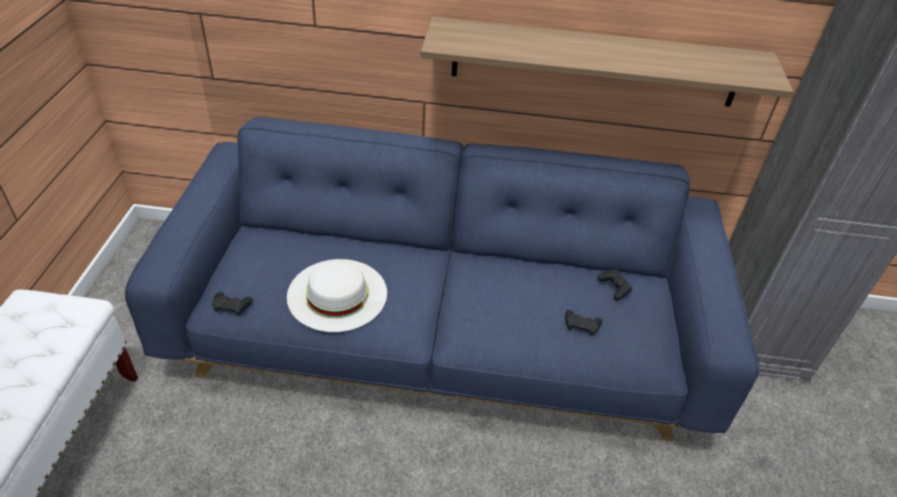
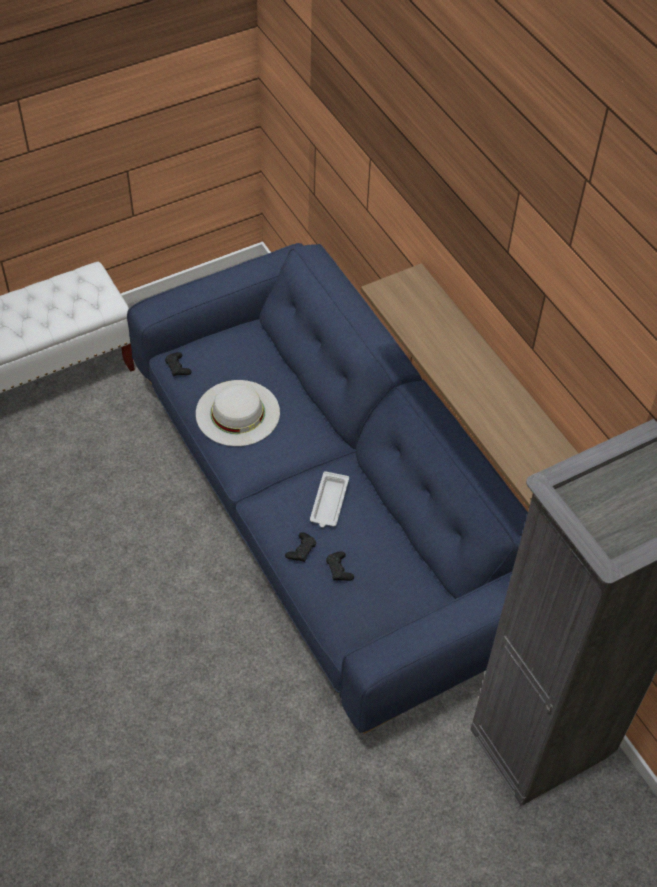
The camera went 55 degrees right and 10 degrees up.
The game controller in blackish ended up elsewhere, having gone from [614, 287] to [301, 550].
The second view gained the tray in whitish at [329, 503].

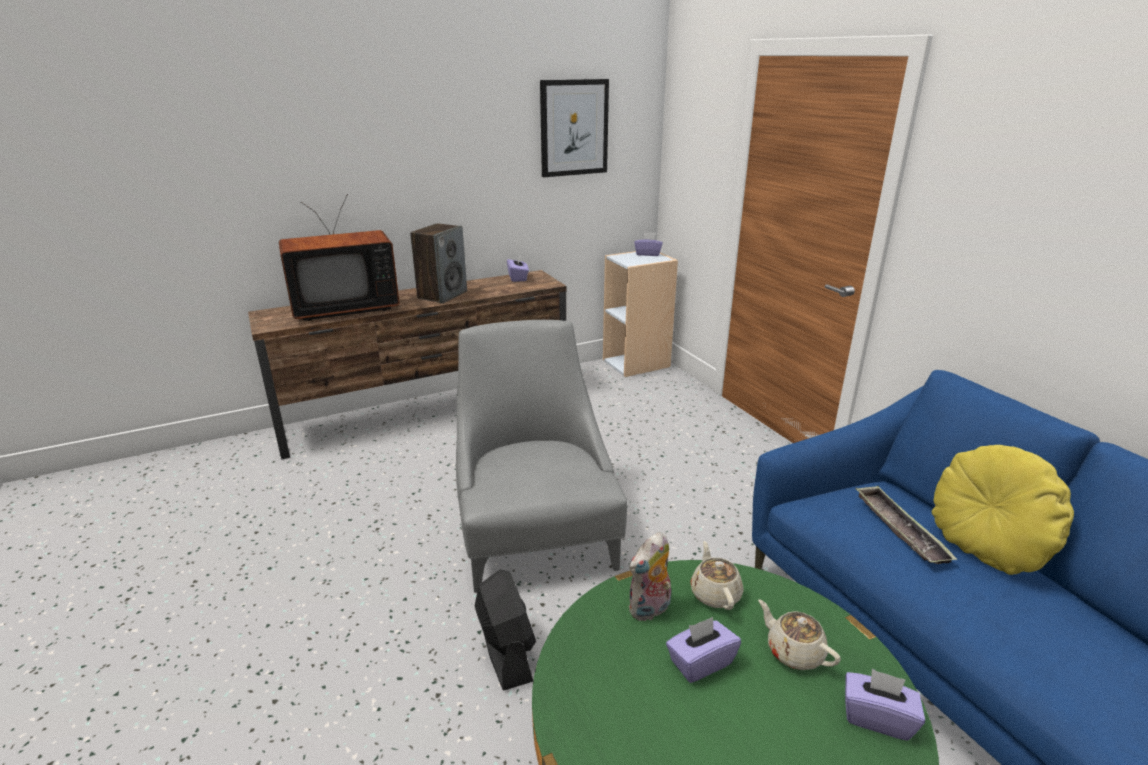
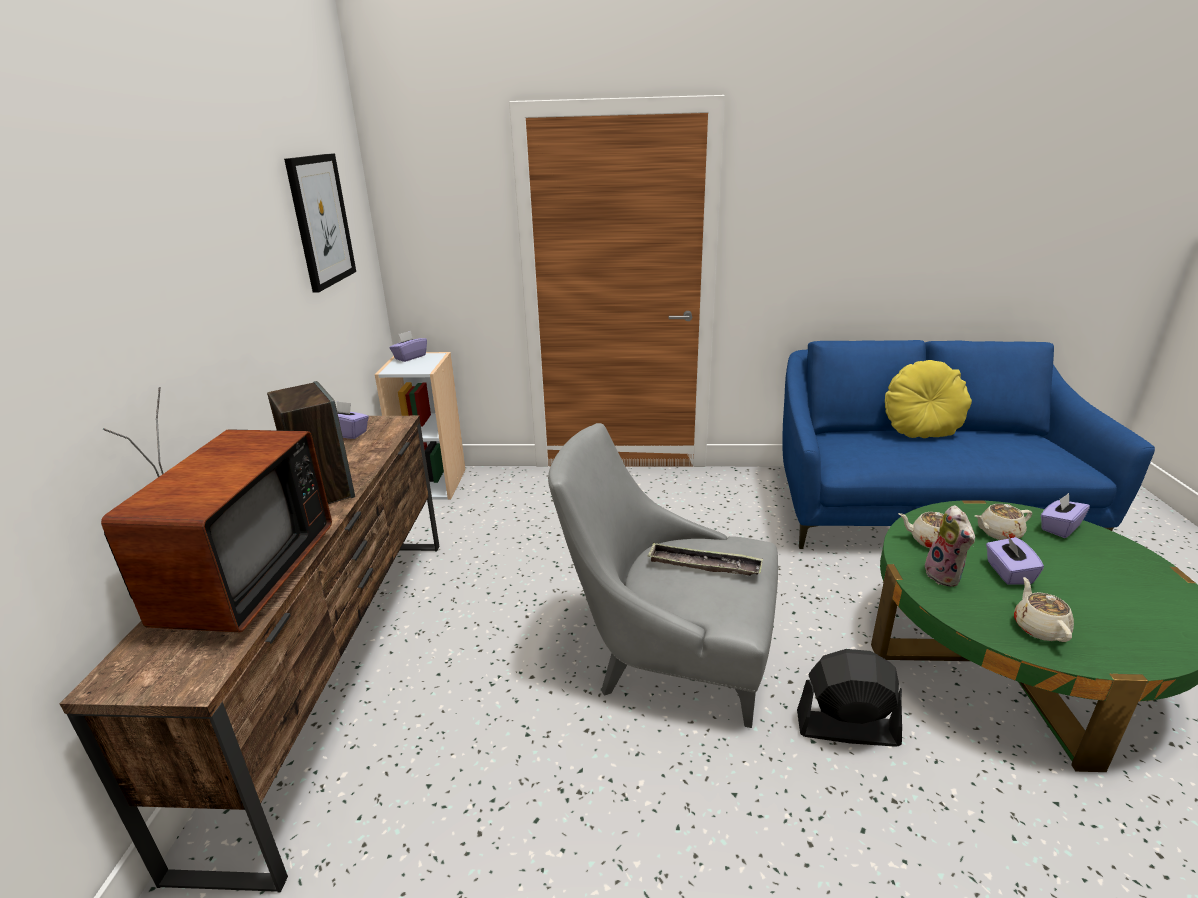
The camera went 60 degrees left and 0 degrees up.
The tray ended up elsewhere, having gone from [900, 529] to [704, 565].
The second view gained the teapot in beige at [1039, 627].

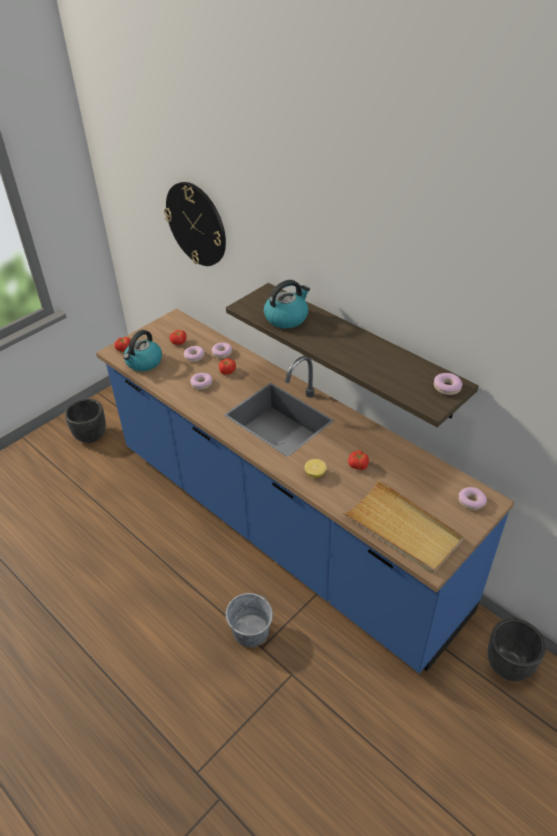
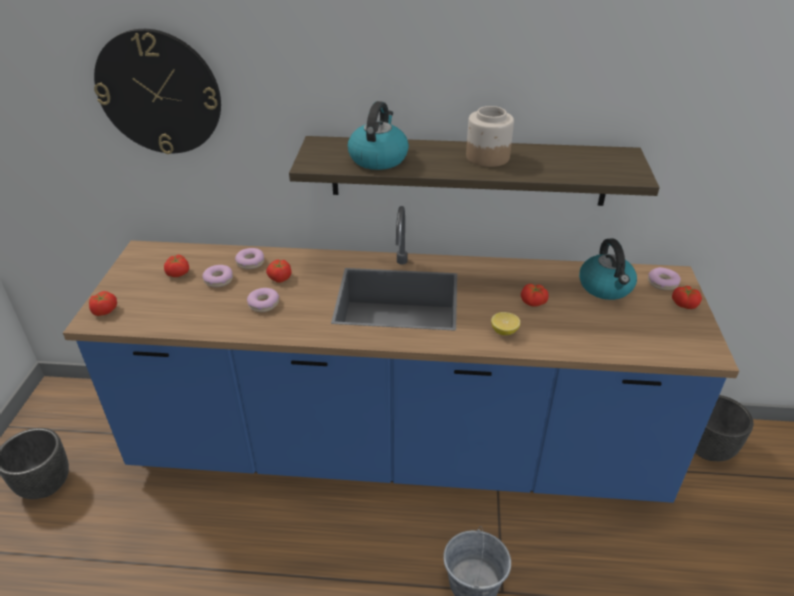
The camera went 40 degrees left and 5 degrees down.
The kettle ended up elsewhere, having gone from [144, 362] to [606, 287].
The second view lost the tray in beige at [402, 529].
The second view lost the doughnut at [447, 387].
The second view gained the preserve jar at [487, 157].
The second view gained the fresh tomato at [684, 304].

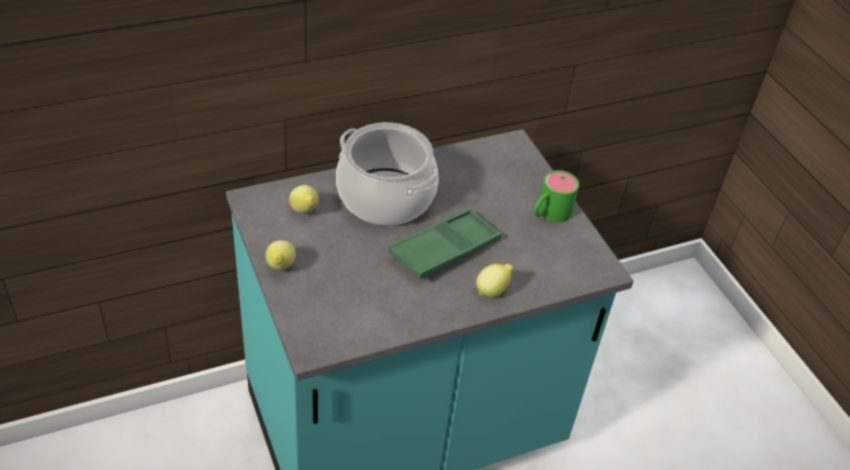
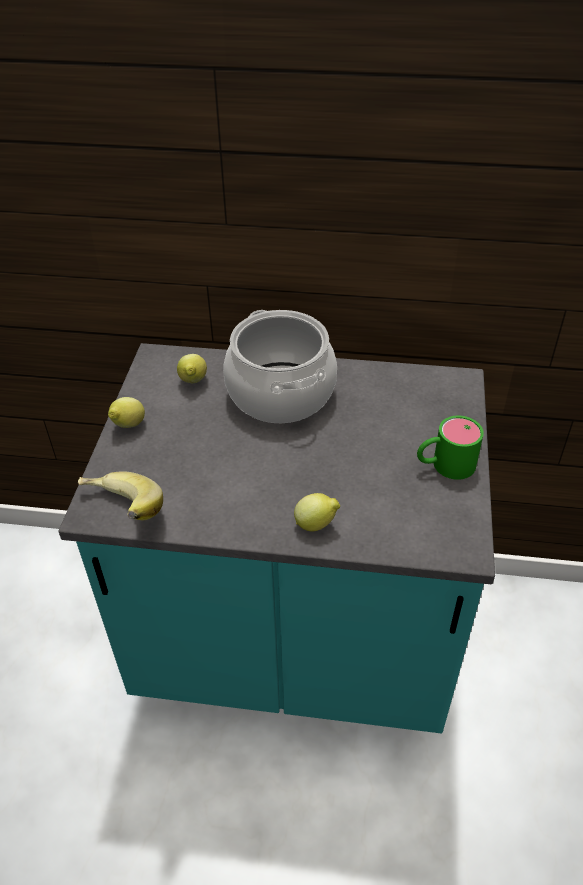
The camera went 35 degrees right and 0 degrees up.
The second view lost the tray in green at [444, 249].
The second view gained the whole banana at [121, 514].

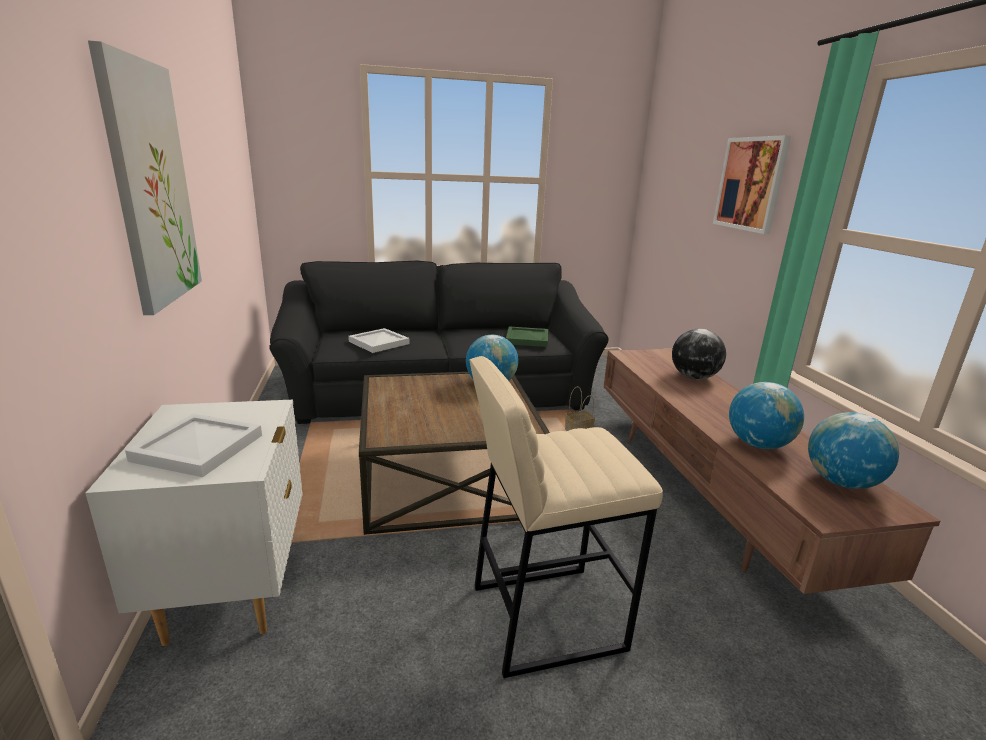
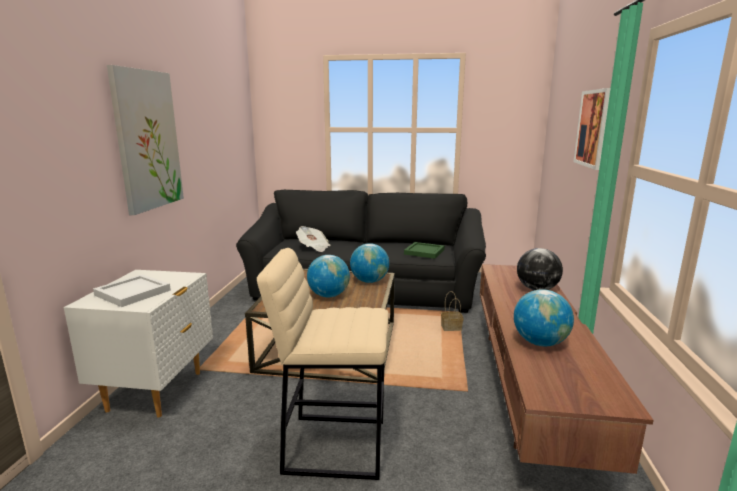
The camera went 20 degrees right and 5 degrees down.
Where the tray in whitish stood at [380, 342], the printed paper came to stand at [313, 247].
The world globe ended up elsewhere, having gone from [841, 482] to [329, 295].

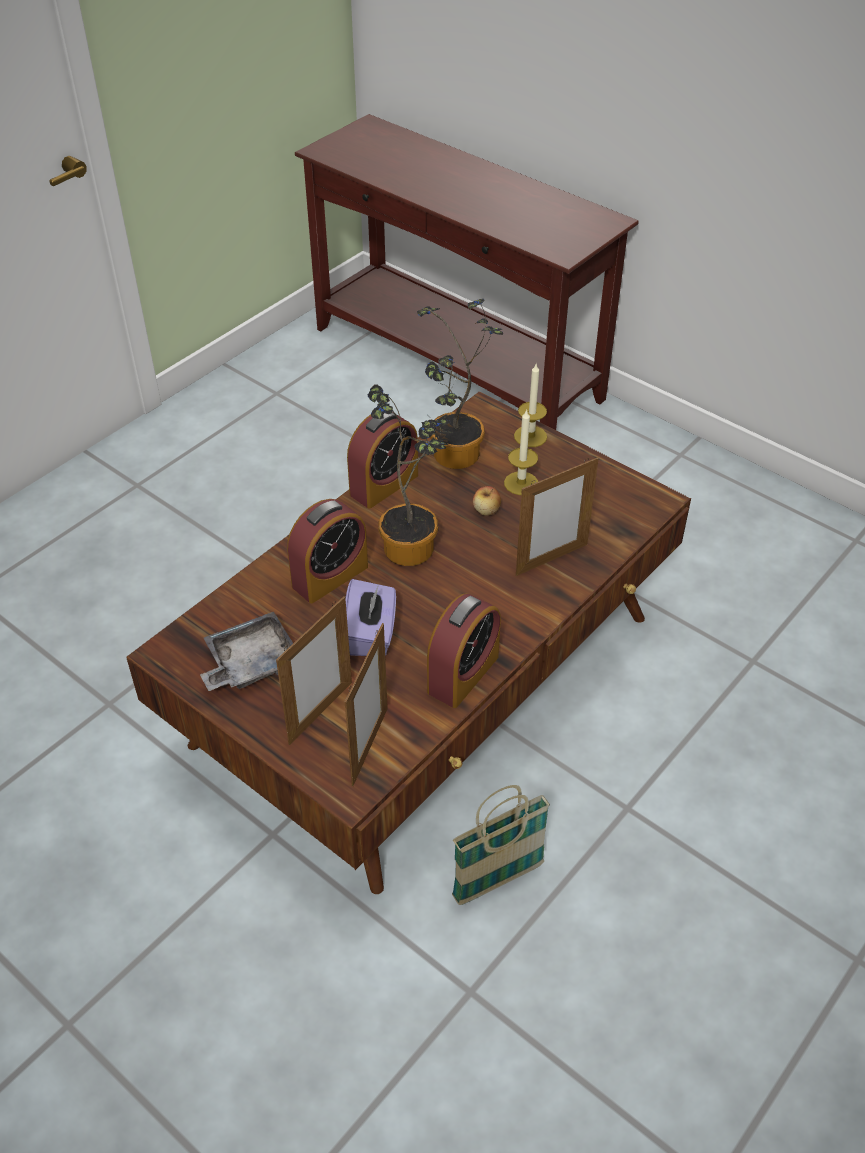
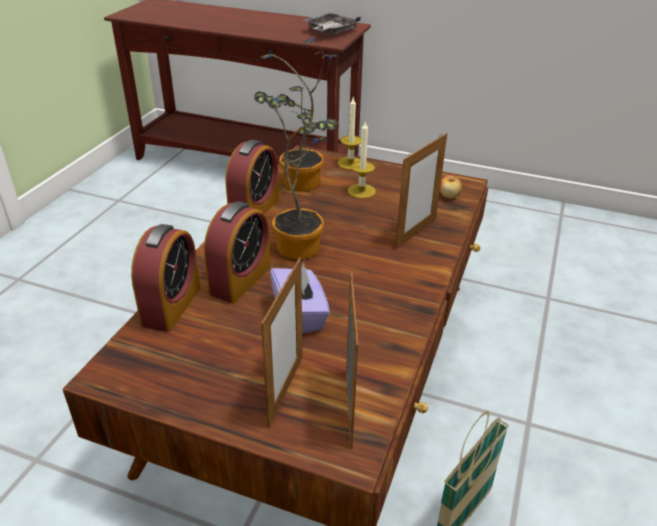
The camera went 20 degrees left and 10 degrees down.
The tray in greyish ended up elsewhere, having gone from [250, 663] to [330, 32].
The bedside clock ended up elsewhere, having gone from [463, 674] to [171, 306].
The whole apple ended up elsewhere, having gone from [486, 510] to [449, 196].

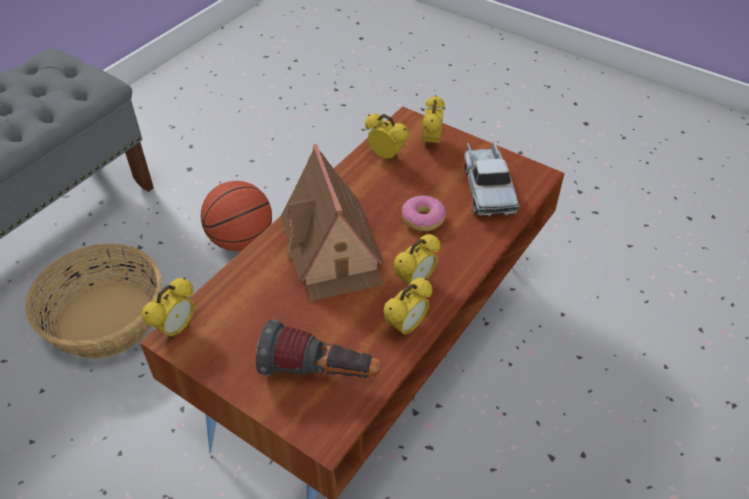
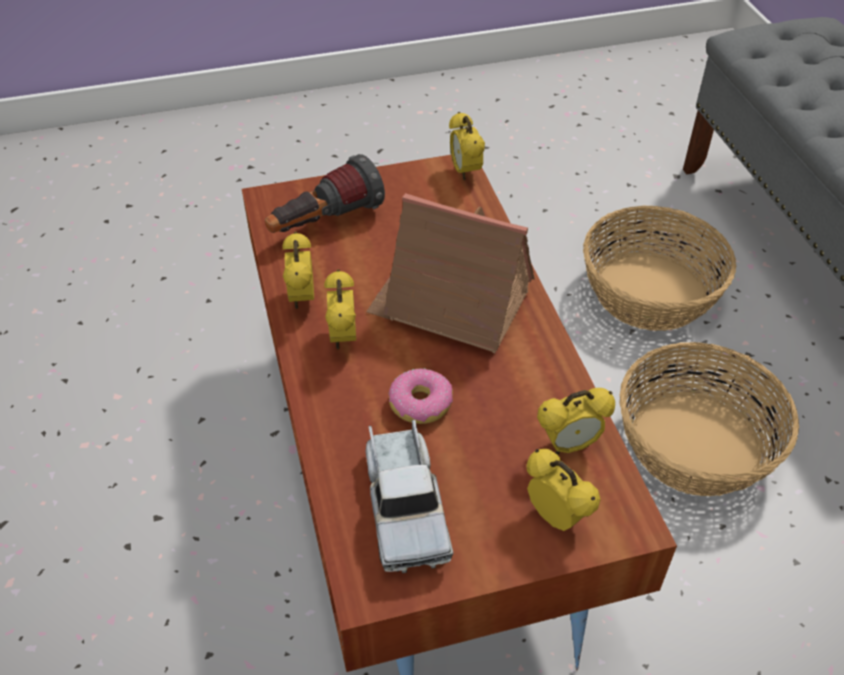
The camera went 130 degrees right and 0 degrees up.
Where the basketball stood at [241, 240], the basket came to stand at [694, 445].
The toy truck at [487, 188] ended up facing another way, 135 degrees counterclockwise from before.

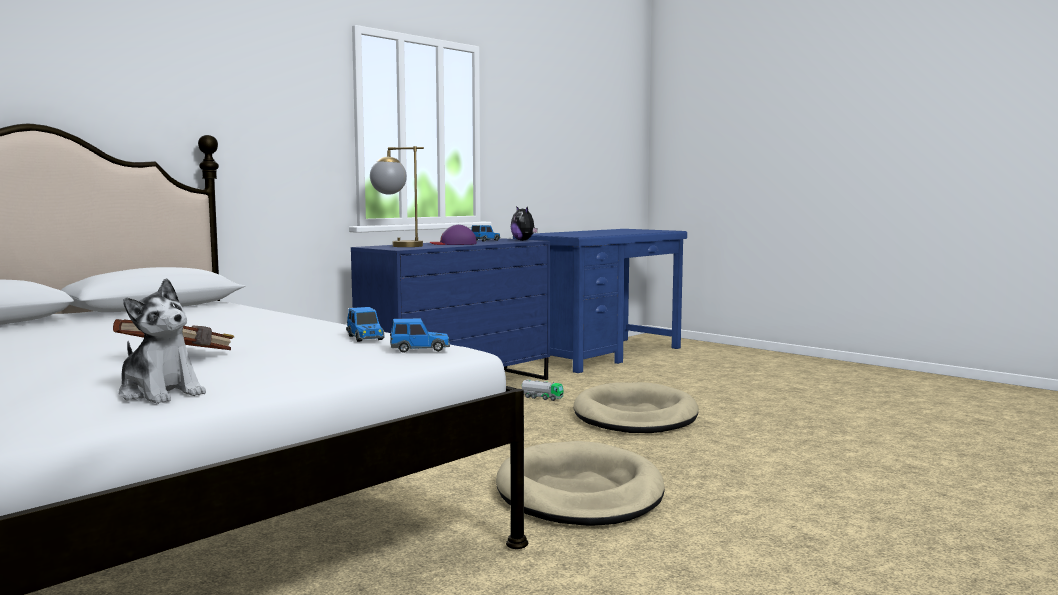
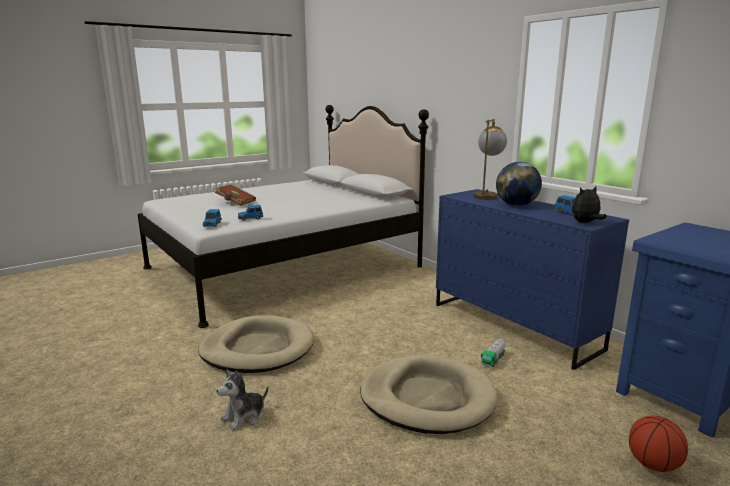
The camera went 100 degrees right and 10 degrees up.
The plush toy ended up elsewhere, having gone from [160, 393] to [244, 417].
Where the cap in purple stood at [454, 244], the world globe came to stand at [516, 205].
The second view gained the basketball at [653, 464].

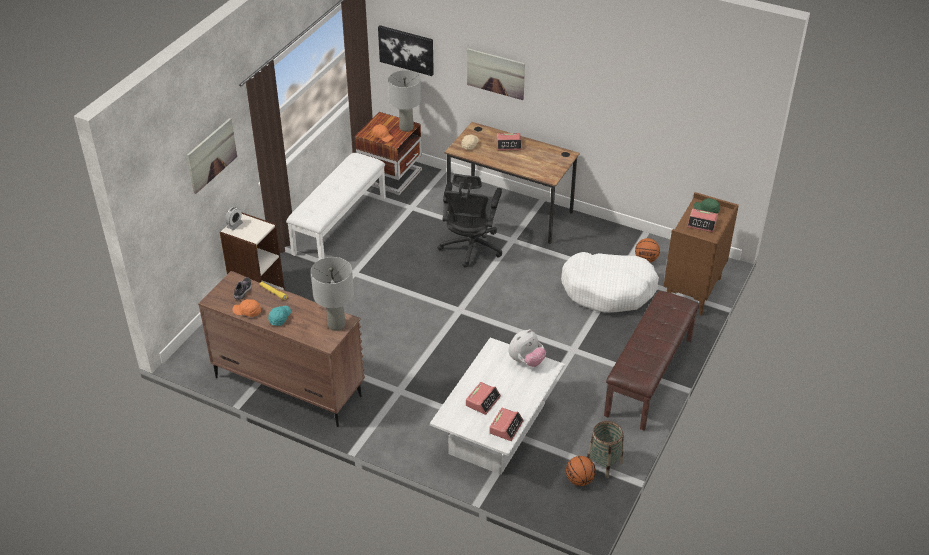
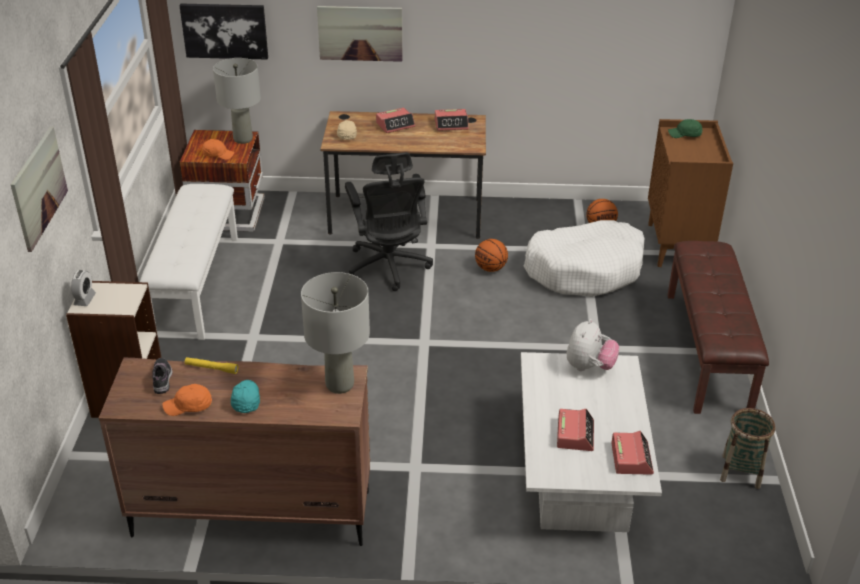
The camera went 25 degrees left and 5 degrees down.
The basketball ended up elsewhere, having gone from [579, 480] to [490, 268].
The bedside clock ended up elsewhere, having gone from [702, 224] to [451, 124].

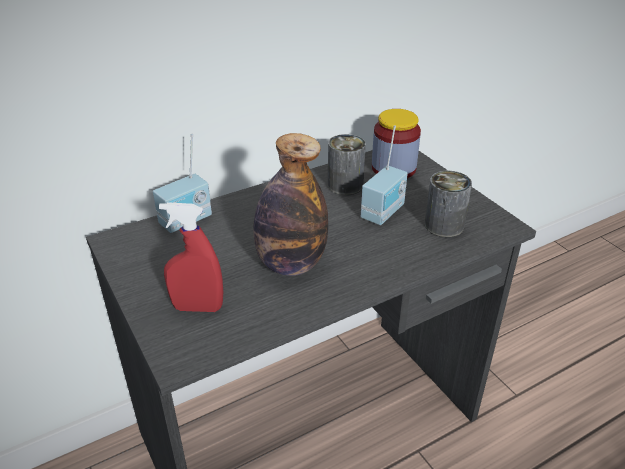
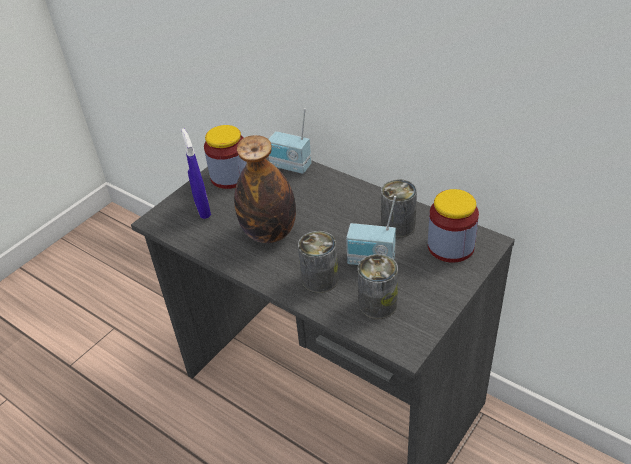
The camera went 70 degrees right and 5 degrees up.
What was the hand sprayer in red at [197, 307] turned into the hand sprayer in blue-coloured at [202, 209].
The second view gained the preserve jar at [230, 176].
The second view gained the sealed can at [320, 279].

